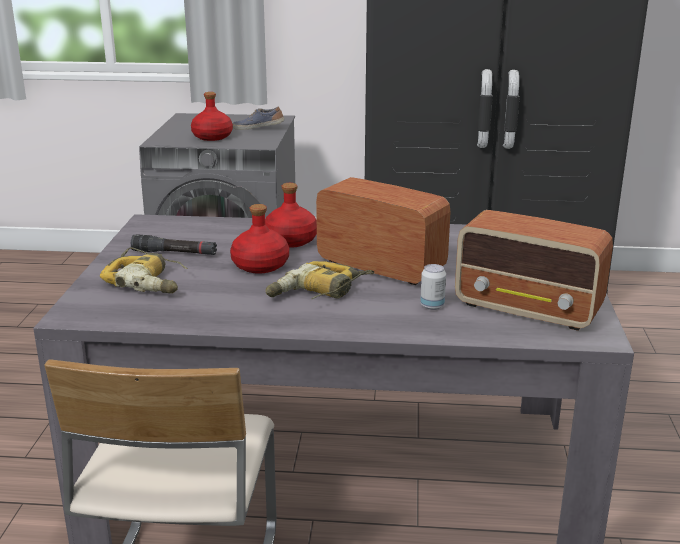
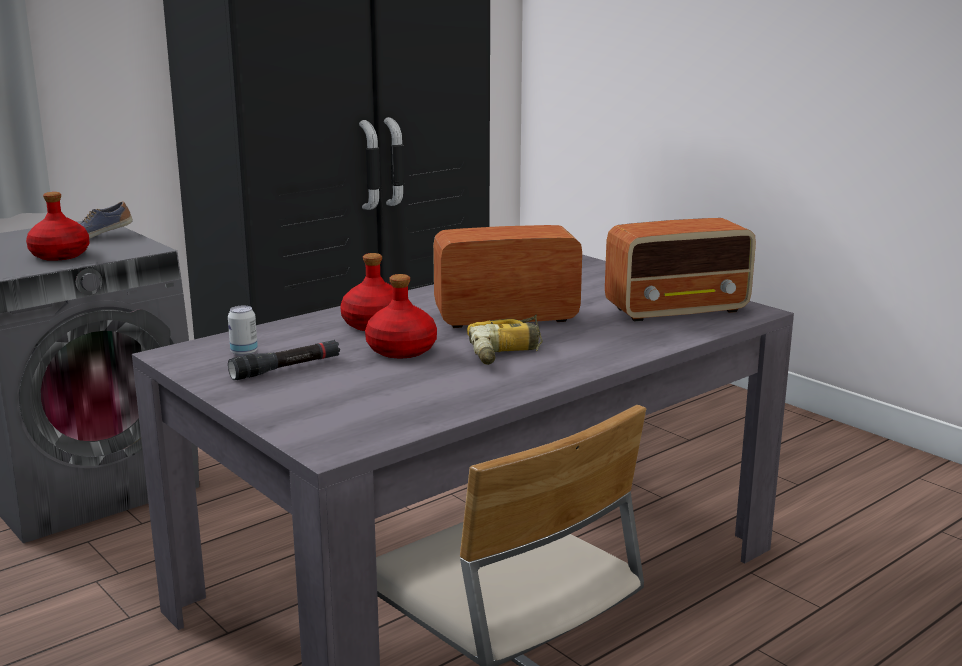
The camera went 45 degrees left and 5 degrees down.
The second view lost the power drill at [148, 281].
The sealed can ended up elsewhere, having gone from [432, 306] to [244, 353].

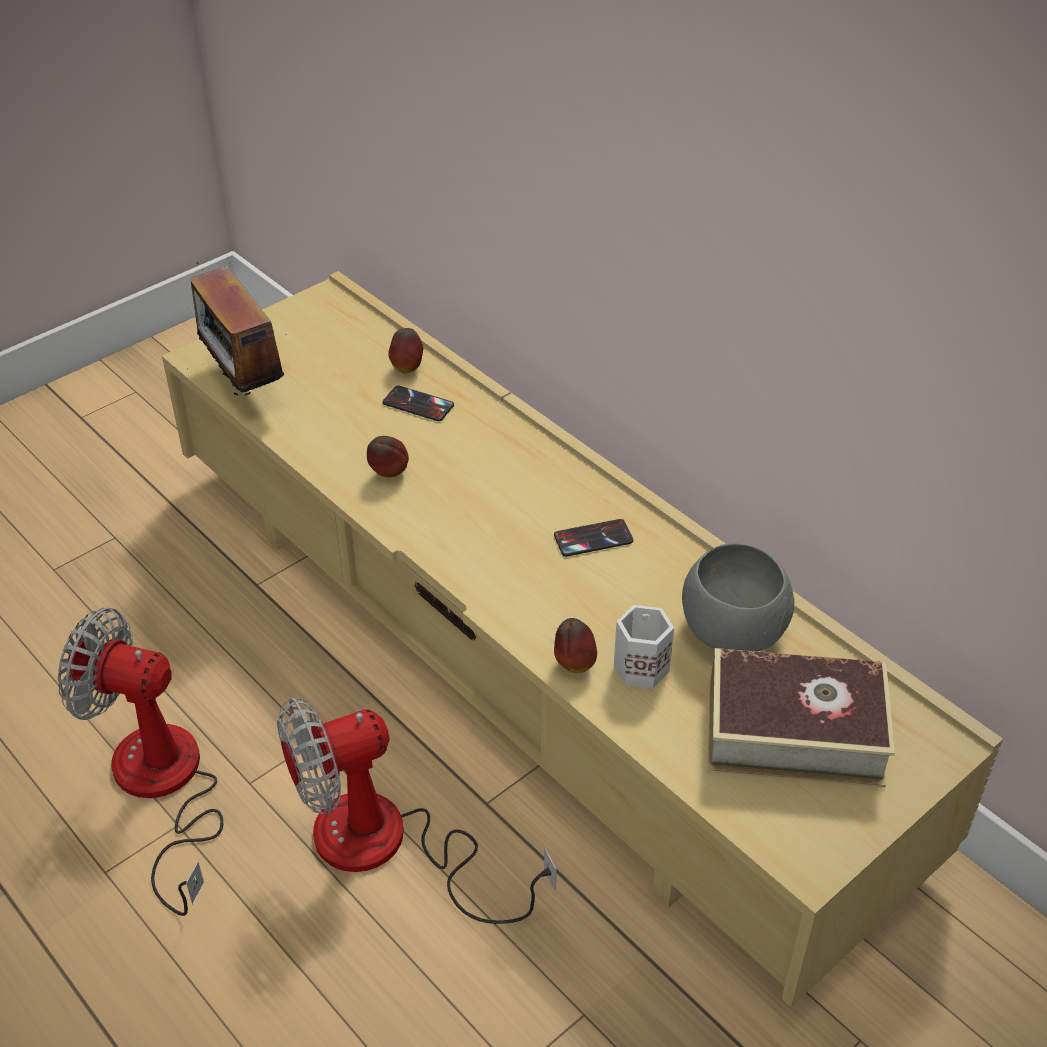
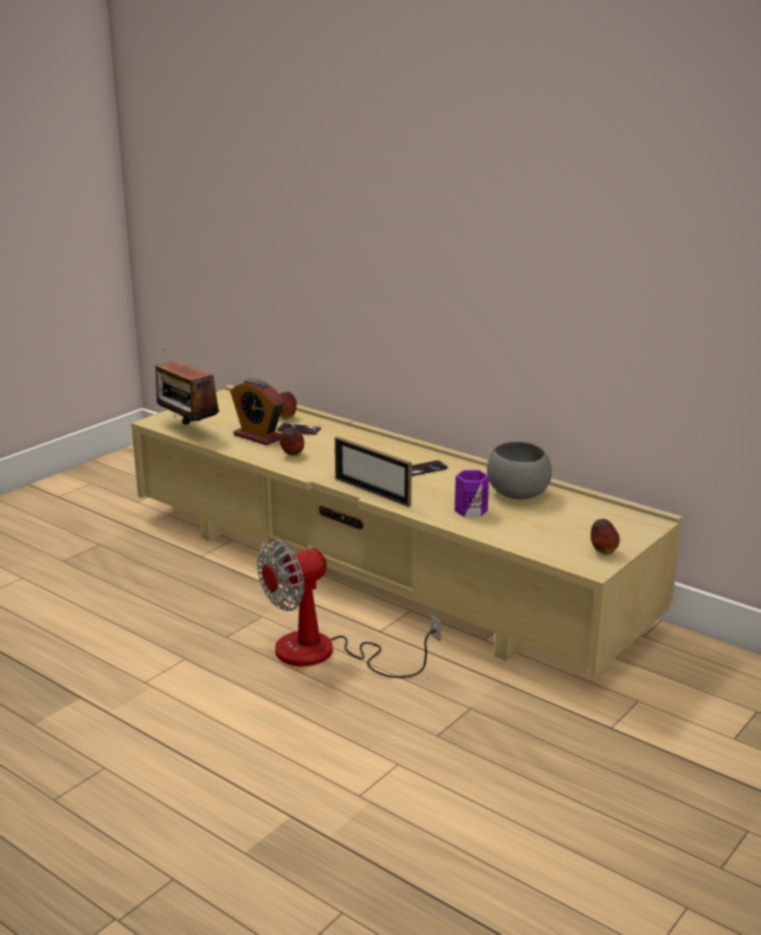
The camera went 10 degrees left and 20 degrees down.
The second view lost the cooling fan at [163, 789].
The whole apple ended up elsewhere, having gone from [574, 664] to [602, 552].
What was the coffee mug in whitish at [639, 666] turned into the coffee mug in purple at [469, 510].
The second view lost the volume at [794, 732].
The second view gained the bedside clock at [258, 436].
The second view gained the photo frame at [372, 492].

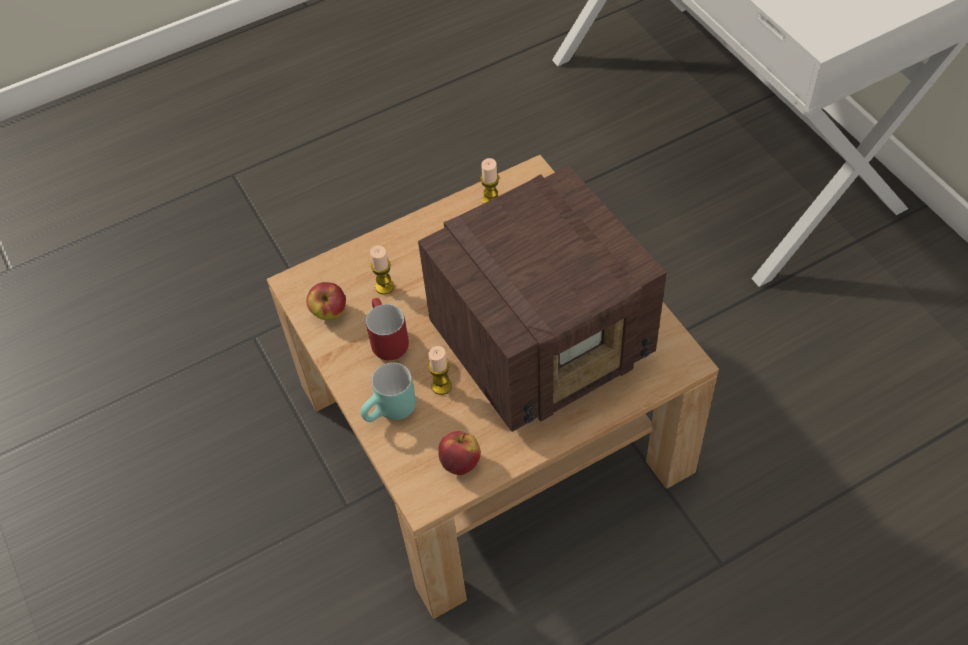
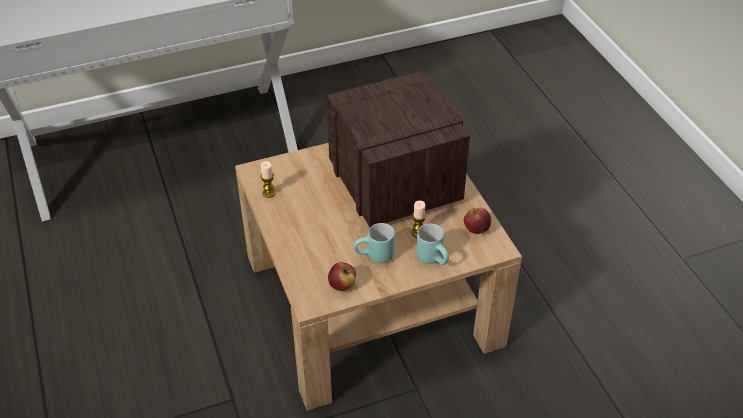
The camera went 85 degrees left and 10 degrees down.
What was the coffee mug in red at [385, 340] turned into the coffee mug in turquoise-coloured at [375, 257].
The second view lost the candle at [384, 286].

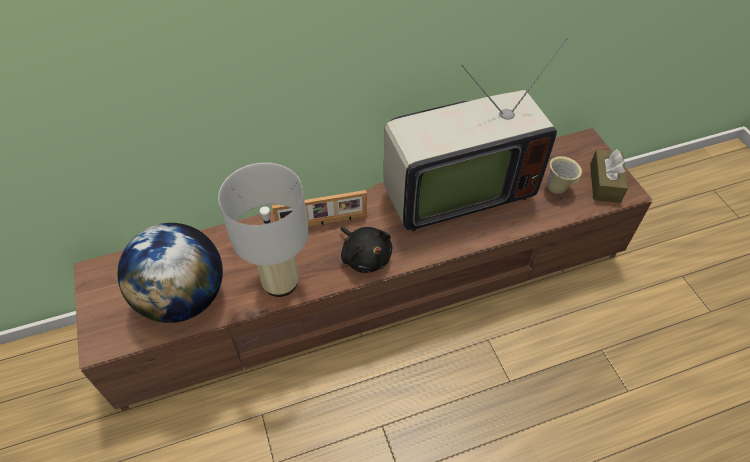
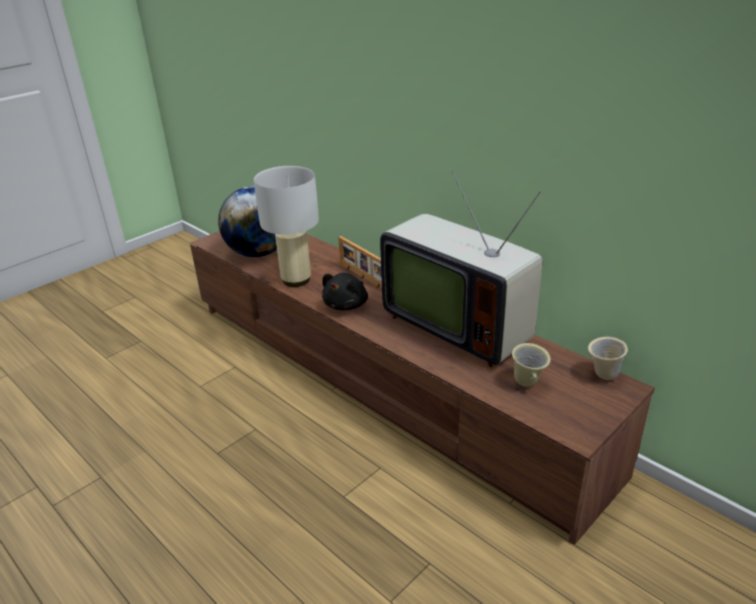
The camera went 65 degrees right and 20 degrees down.
The second view lost the tissue holder in brownish at [604, 183].
The second view gained the coffee mug in beige at [602, 376].

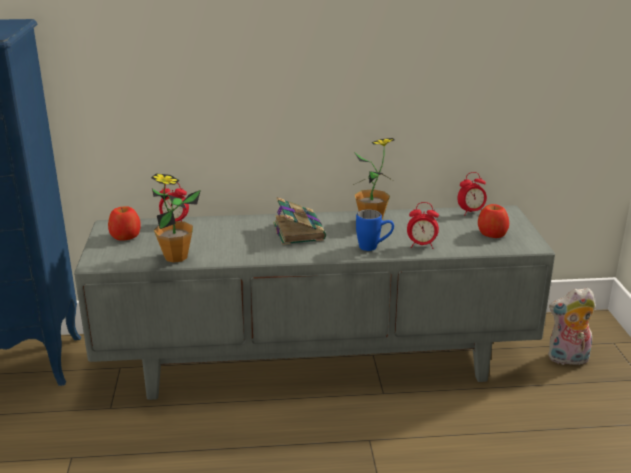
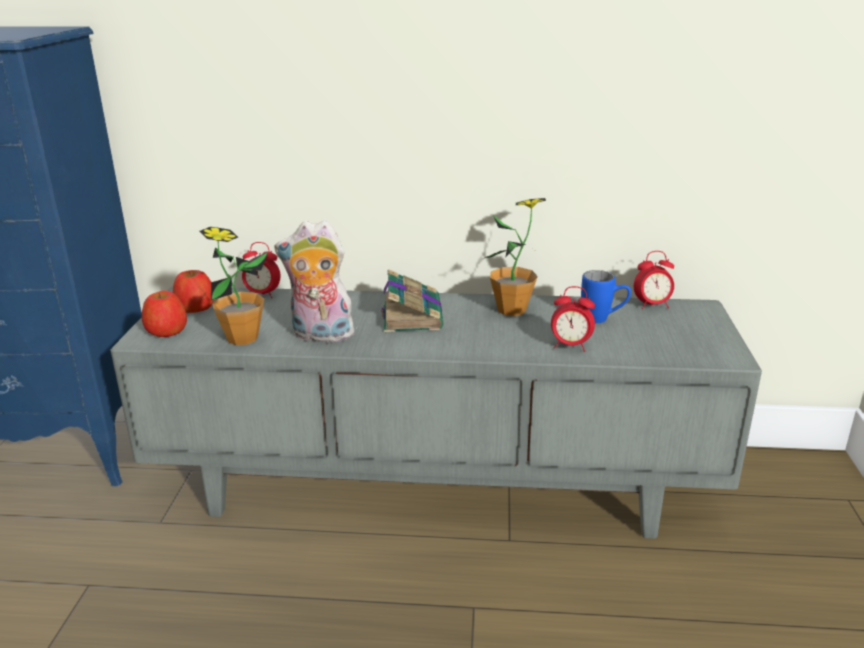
The camera went 10 degrees right and 0 degrees up.
The coffee mug in blue-coloured ended up elsewhere, having gone from [374, 247] to [603, 319].
The whole apple ended up elsewhere, having gone from [492, 233] to [167, 330].
The plush toy ended up elsewhere, having gone from [567, 359] to [320, 336].

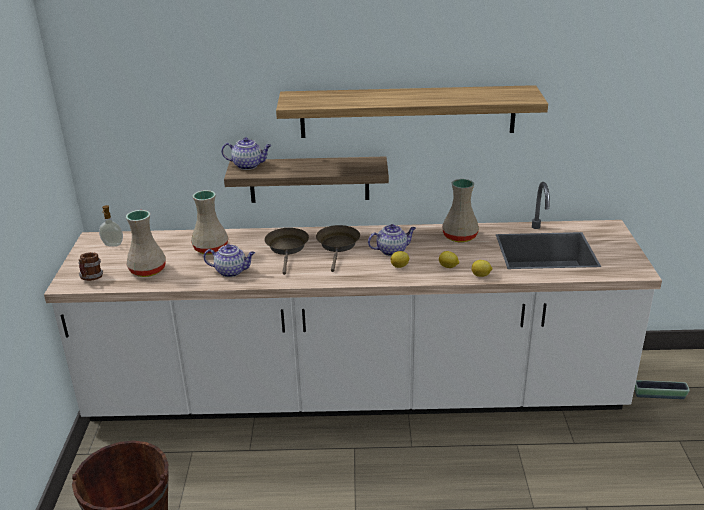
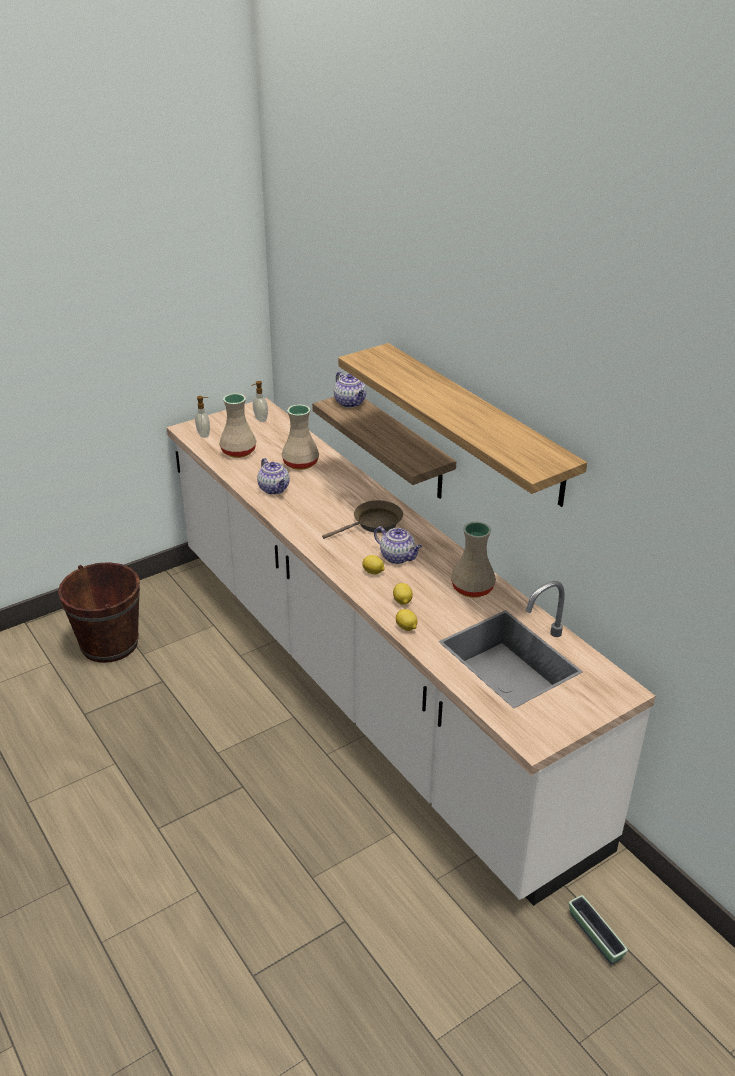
The camera went 55 degrees right and 5 degrees up.
Where the coffee mug stood at [91, 278], the soap dispenser came to stand at [204, 434].
The second view lost the frying pan in brownish at [287, 249].

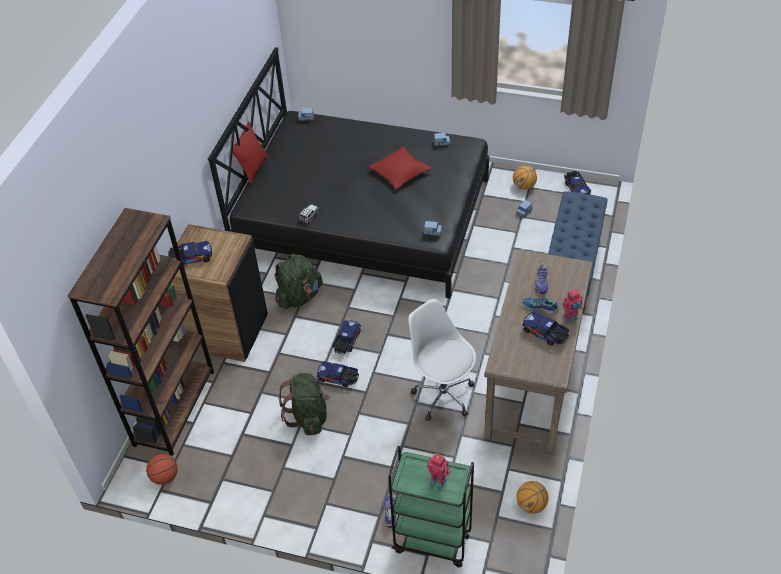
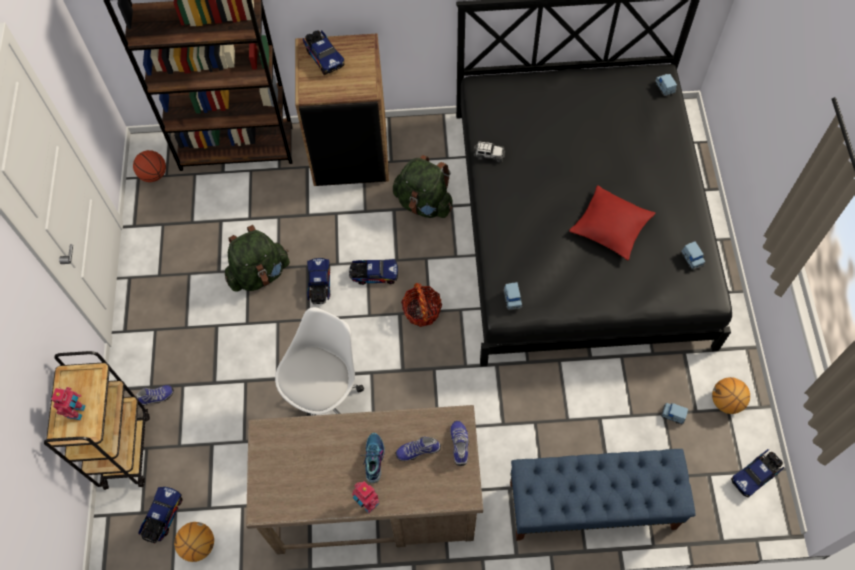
The camera went 70 degrees right and 15 degrees up.
The second view lost the throw pillow in red at [253, 168].
What was the cart in green at [431, 545] turned into the cart in brownish at [126, 450].
The toy truck ended up elsewhere, having gone from [545, 334] to [162, 517].
The second view gained the basket at [422, 311].
The second view gained the low shoe at [460, 444].

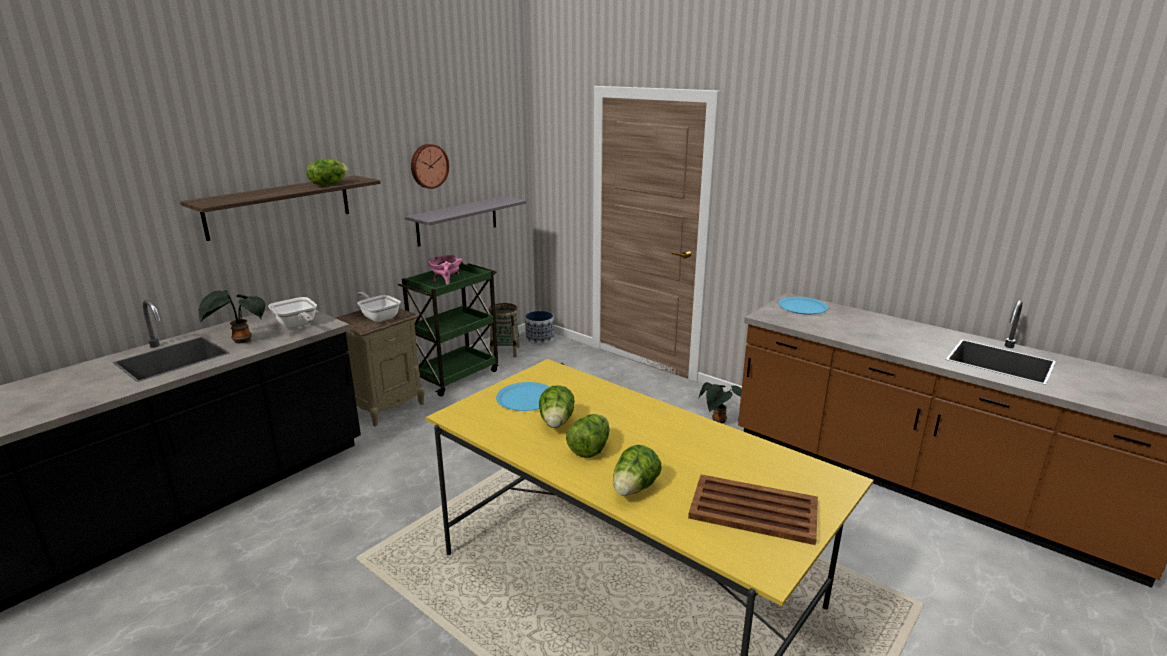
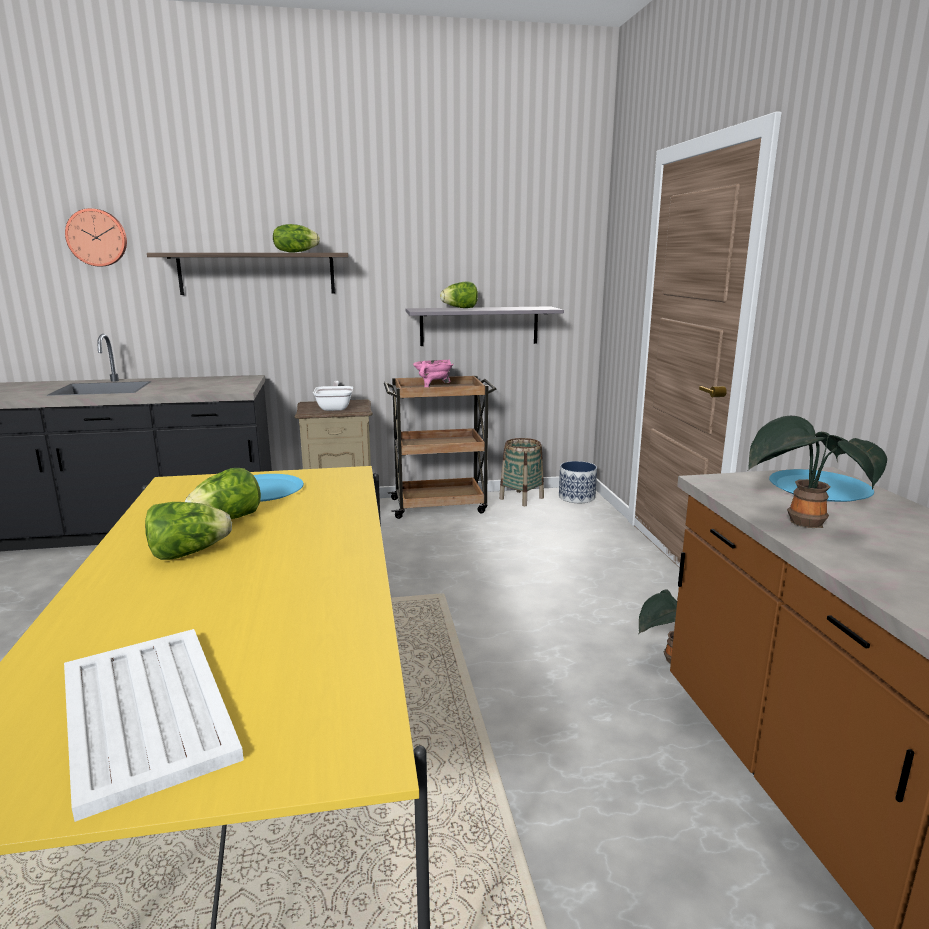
The camera went 40 degrees right and 5 degrees down.
The plant in a pot ended up elsewhere, having gone from [240, 342] to [801, 524].
The second view lost the frying pan at [297, 325].
What was the cart in green at [456, 375] turned into the cart in brownish at [440, 505].
The hanging clock ended up elsewhere, having gone from [428, 166] to [97, 237].
The head of lettuce ended up elsewhere, having gone from [634, 489] to [460, 308].
What was the tray in brownish at [752, 509] turned into the tray in whitish at [147, 711].

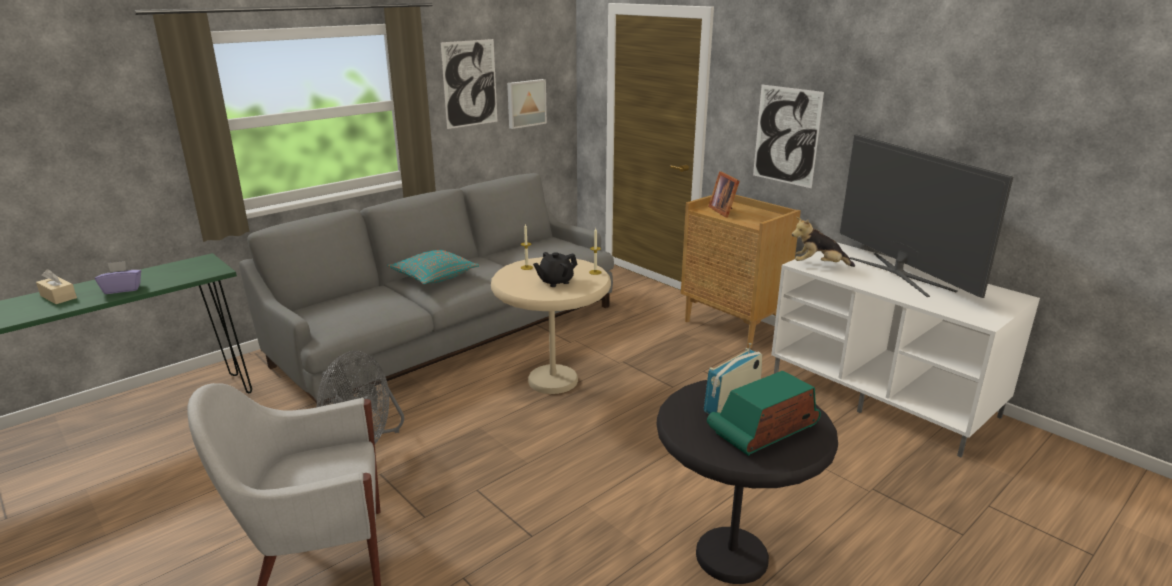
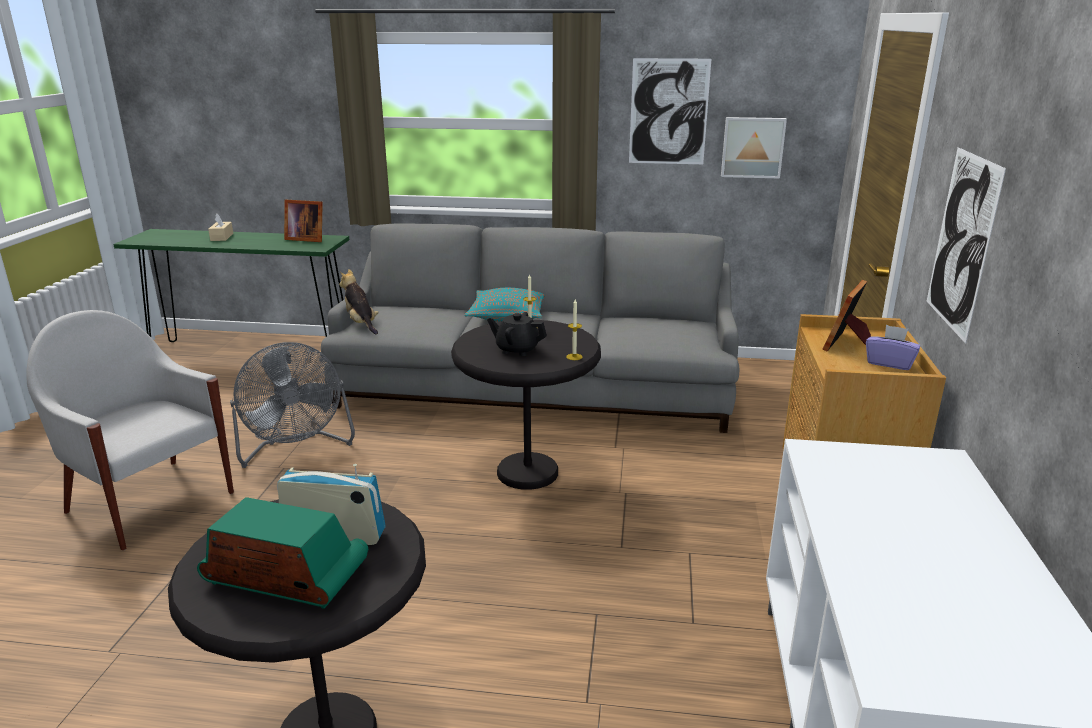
The camera went 50 degrees right and 0 degrees up.
The tissue holder in purple ended up elsewhere, having gone from [122, 289] to [889, 363].
What was the accent table in beige at [553, 380] turned into the accent table in blackish at [527, 472].
The plush toy ended up elsewhere, having gone from [818, 265] to [361, 324].
The second view lost the television at [900, 274].
The second view gained the photo frame at [305, 239].

